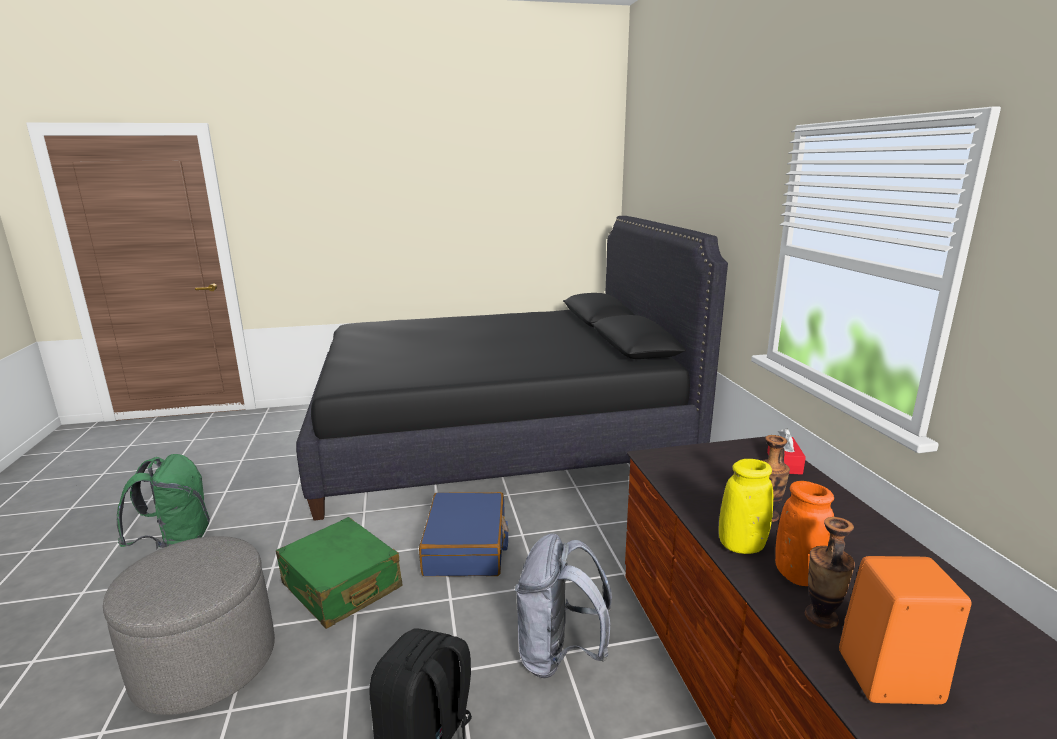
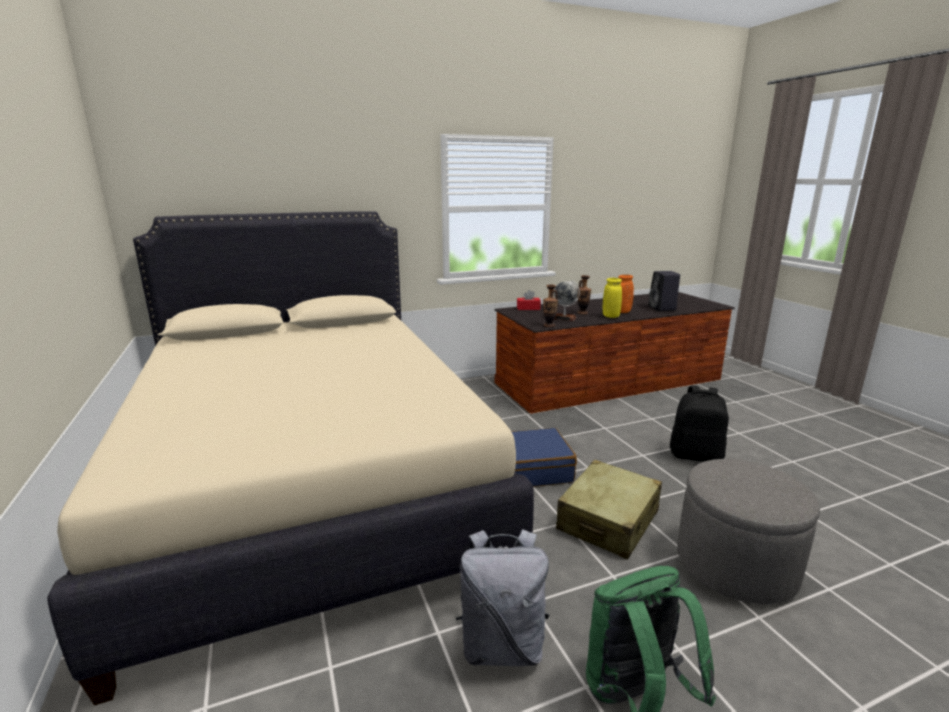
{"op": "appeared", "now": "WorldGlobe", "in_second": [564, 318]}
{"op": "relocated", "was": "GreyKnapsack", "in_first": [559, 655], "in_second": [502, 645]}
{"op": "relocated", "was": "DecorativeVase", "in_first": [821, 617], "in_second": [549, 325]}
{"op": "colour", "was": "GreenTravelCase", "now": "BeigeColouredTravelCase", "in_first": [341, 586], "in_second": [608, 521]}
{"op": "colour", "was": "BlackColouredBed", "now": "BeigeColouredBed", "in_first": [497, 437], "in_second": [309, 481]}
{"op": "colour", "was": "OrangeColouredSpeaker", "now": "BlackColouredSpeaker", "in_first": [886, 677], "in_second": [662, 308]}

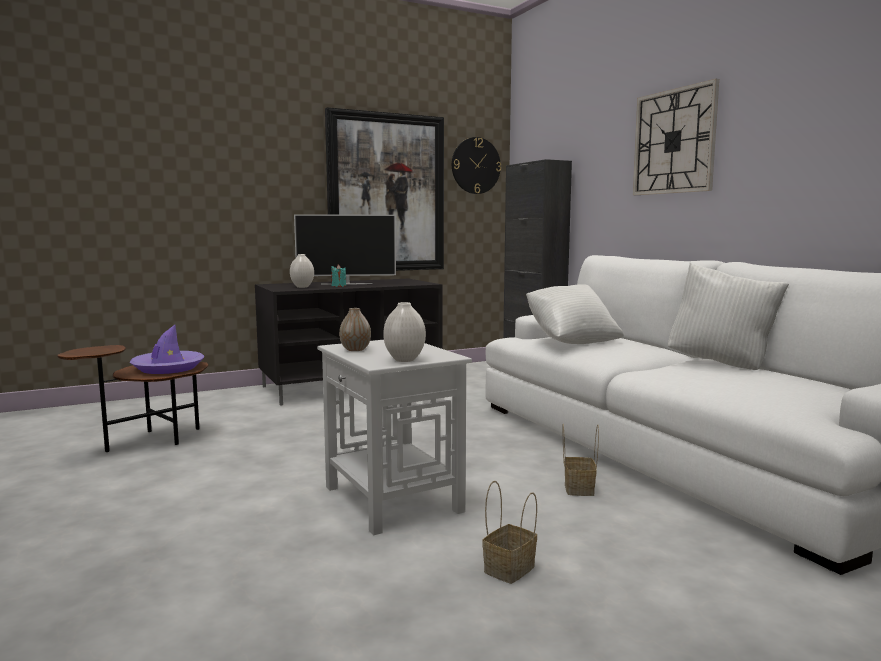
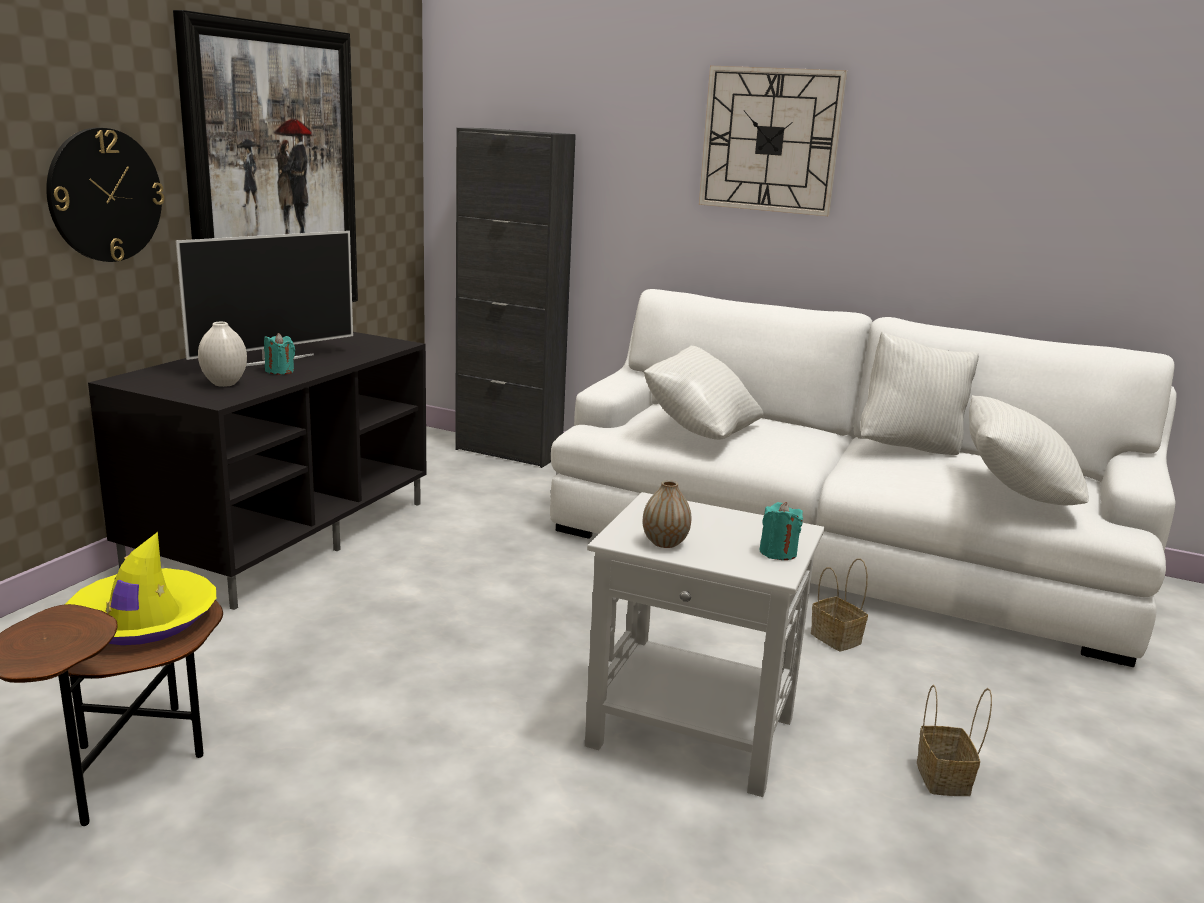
{"op": "appeared", "now": "WhiteColouredPillow", "in_second": [1015, 493]}
{"op": "relocated", "was": "ClockOnTheWall", "in_first": [475, 165], "in_second": [105, 195]}
{"op": "exchanged", "was": "WhiteColouredDecorativeVase", "now": "BlueGreenWaxCandle", "in_first": [404, 360], "in_second": [778, 553]}
{"op": "colour", "was": "PurplishWearableHat", "now": "YellowishWearableHat", "in_first": [168, 368], "in_second": [143, 619]}

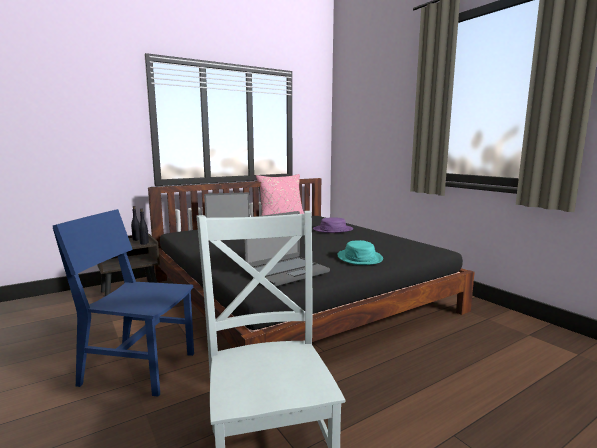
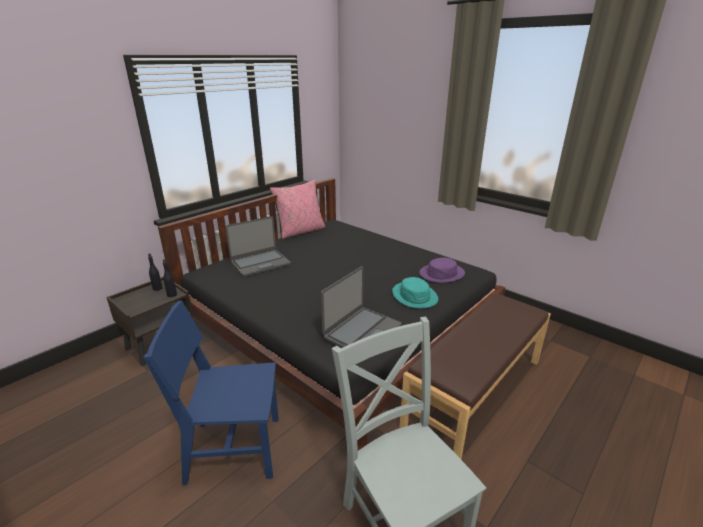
{"op": "appeared", "now": "BrownishIndoorBench", "in_second": [474, 392]}
{"op": "relocated", "was": "PurplishWearableHat", "in_first": [333, 229], "in_second": [441, 273]}

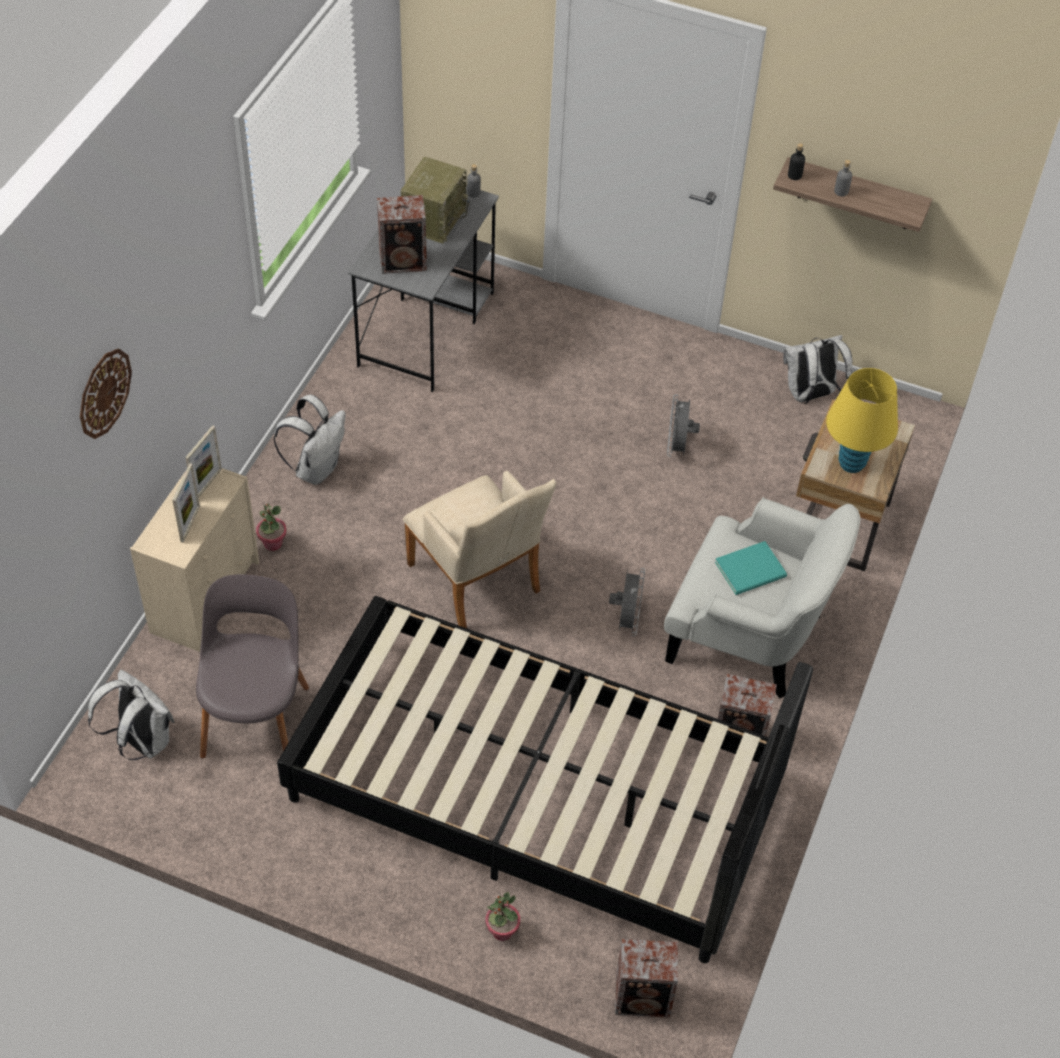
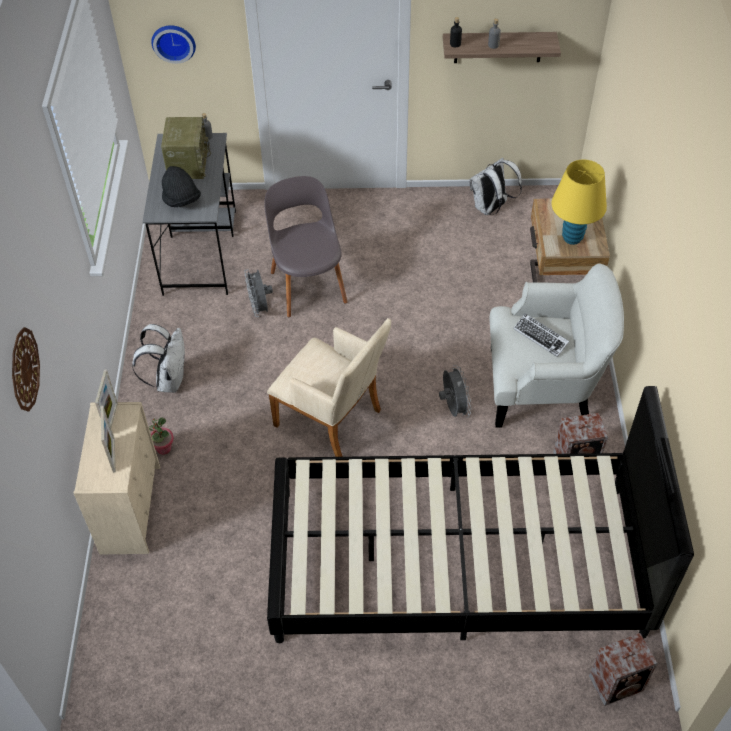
{"op": "missing", "was": "WhiteColouredKnapsack", "in_first": [141, 741]}
{"op": "missing", "was": "PlantInAPot", "in_first": [502, 931]}
{"op": "appeared", "now": "ClockOnTheWall", "in_second": [174, 42]}
{"op": "relocated", "was": "GreyChair", "in_first": [256, 716], "in_second": [308, 284]}
{"op": "relocated", "was": "GreyCoolingFan", "in_first": [677, 447], "in_second": [260, 308]}
{"op": "exchanged", "was": "Speaker", "now": "BlackColouredWearableHat", "in_first": [404, 261], "in_second": [181, 200]}
{"op": "exchanged", "was": "BlueGreenVolume", "now": "PcKeyboard", "in_first": [752, 570], "in_second": [540, 337]}

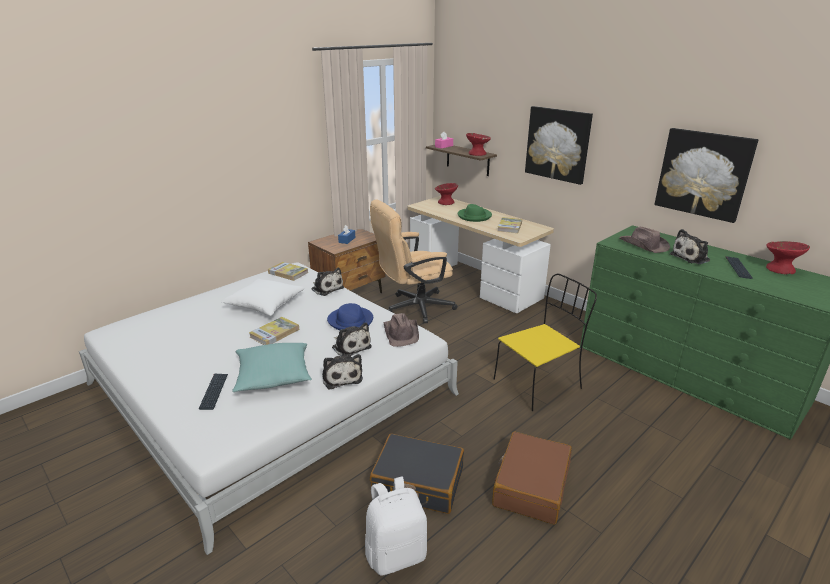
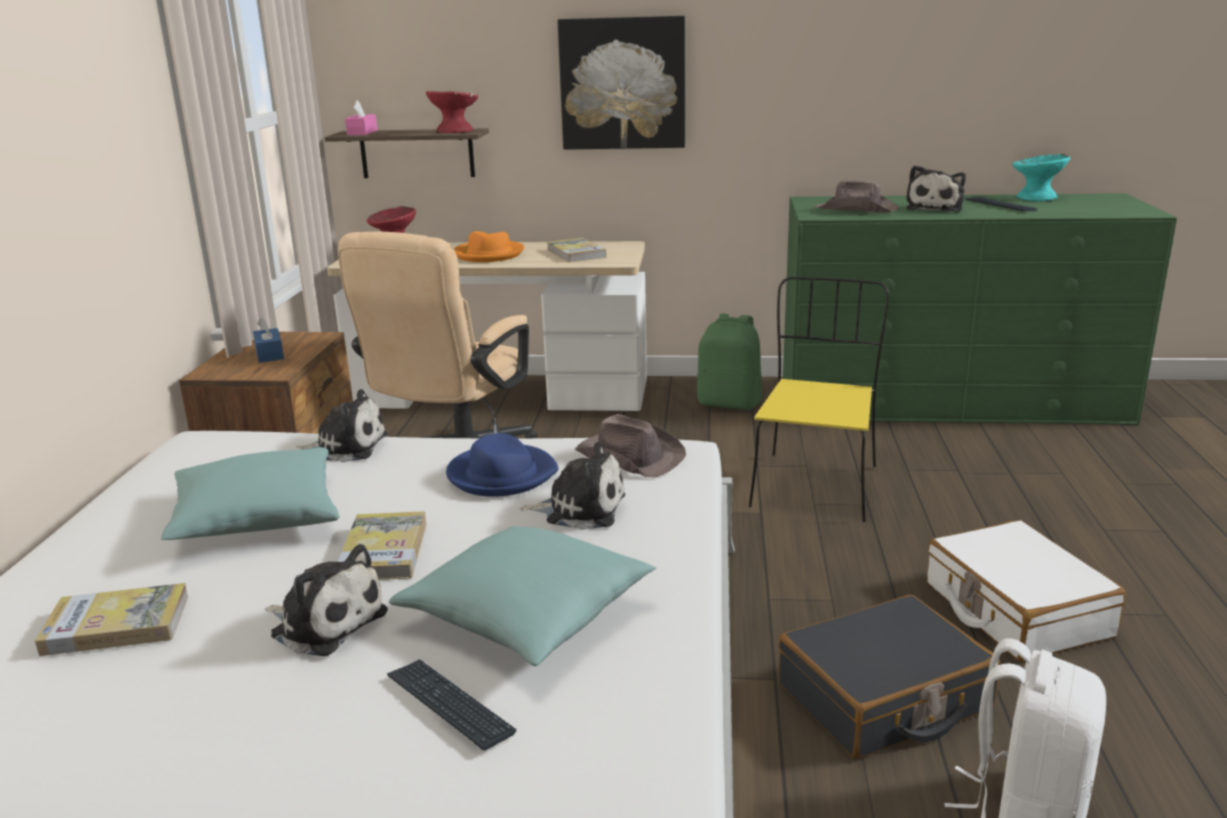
{"op": "missing", "was": "WallArt", "in_first": [703, 174]}
{"op": "appeared", "now": "GreenKnapsack", "in_second": [729, 403]}
{"op": "relocated", "was": "Volume", "in_first": [288, 273], "in_second": [116, 625]}
{"op": "relocated", "was": "SoftToy", "in_first": [341, 377], "in_second": [325, 623]}
{"op": "colour", "was": "WhiteColouredPillow", "now": "BlueGreenPillow", "in_first": [265, 305], "in_second": [257, 518]}
{"op": "colour", "was": "GreenWearableHat", "now": "OrangeColouredWearableHat", "in_first": [474, 216], "in_second": [488, 254]}
{"op": "colour", "was": "BrownishTravelCase", "now": "WhiteColouredTravelCase", "in_first": [531, 485], "in_second": [1015, 610]}
{"op": "colour", "was": "ReddishServingBowl", "now": "BlueGreenServingBowl", "in_first": [780, 269], "in_second": [1036, 198]}

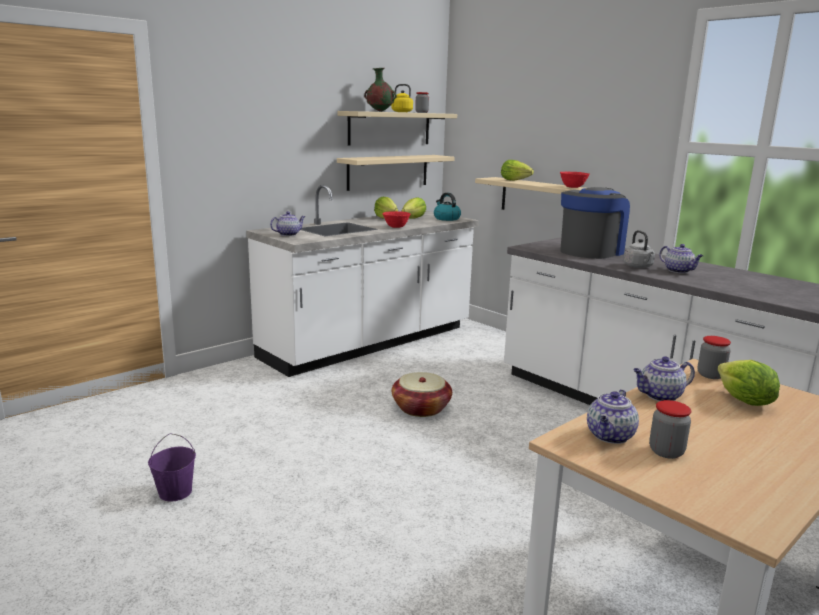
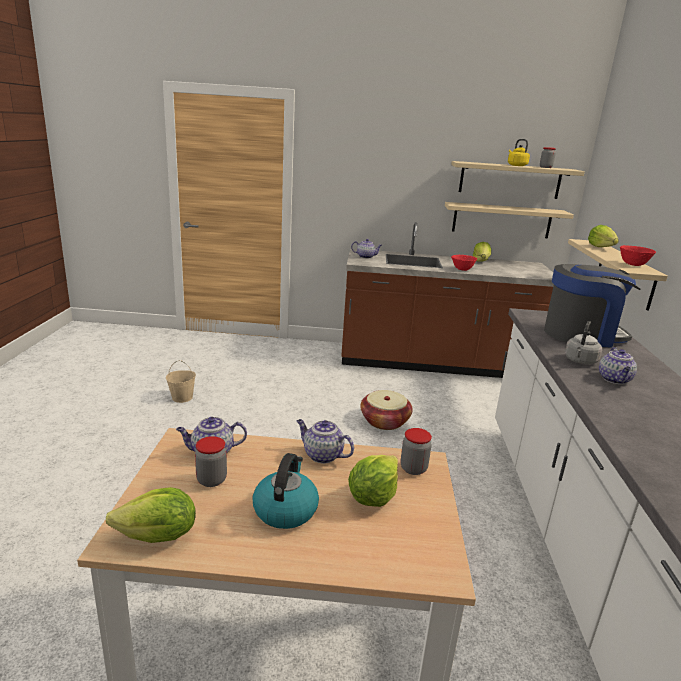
{"op": "missing", "was": "GreenDecorativeVase", "in_first": [379, 111]}
{"op": "relocated", "was": "Lettuce", "in_first": [414, 218], "in_second": [158, 537]}
{"op": "relocated", "was": "TeaKettle", "in_first": [446, 218], "in_second": [285, 509]}
{"op": "colour", "was": "PurplishPail", "now": "BeigeColouredPail", "in_first": [175, 492], "in_second": [182, 398]}
{"op": "colour", "was": "WhiteColouredKitchenCounter", "now": "BrownishKitchenCounter", "in_first": [369, 343], "in_second": [435, 364]}

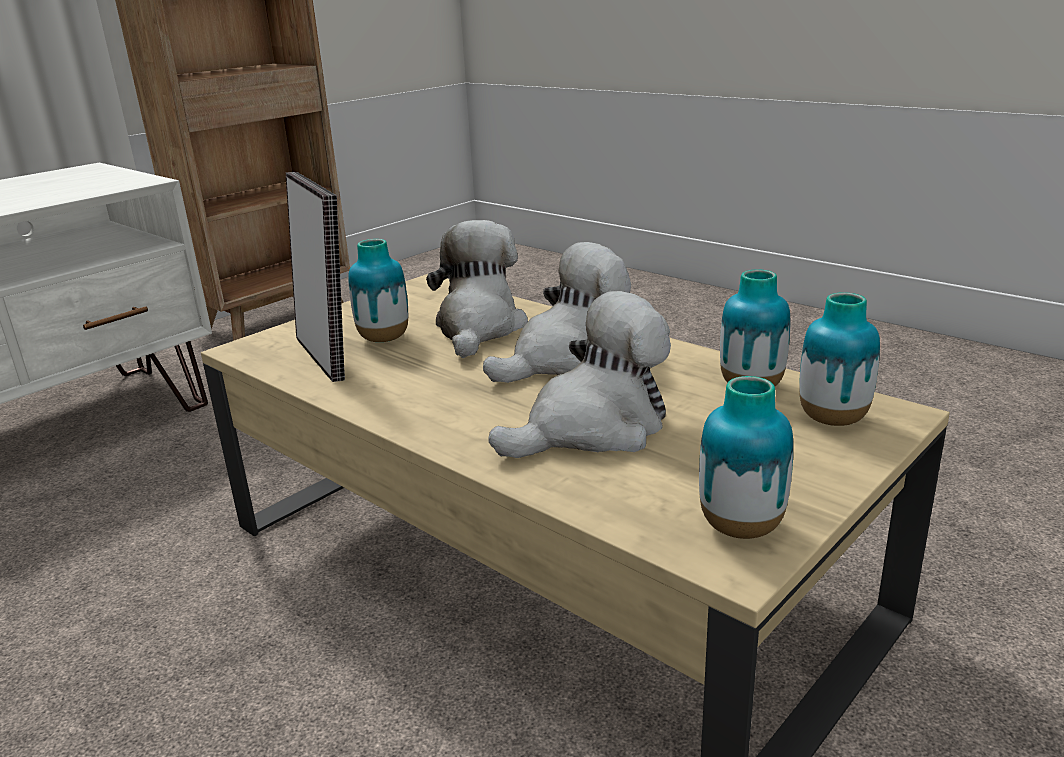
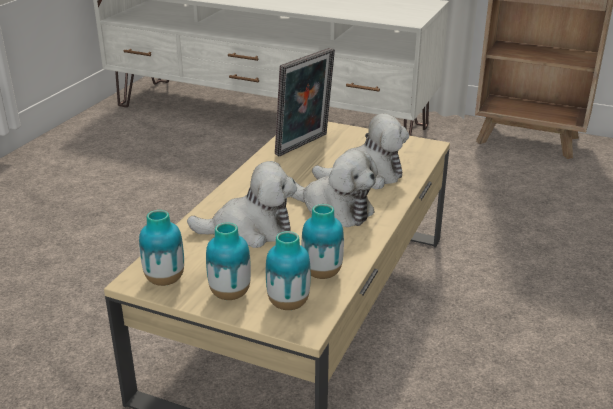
{"op": "relocated", "was": "DecorativeVase", "in_first": [384, 339], "in_second": [230, 294]}
{"op": "spun", "was": "SoftToy", "in_first": [593, 428], "in_second": [250, 230], "clockwise": -45}

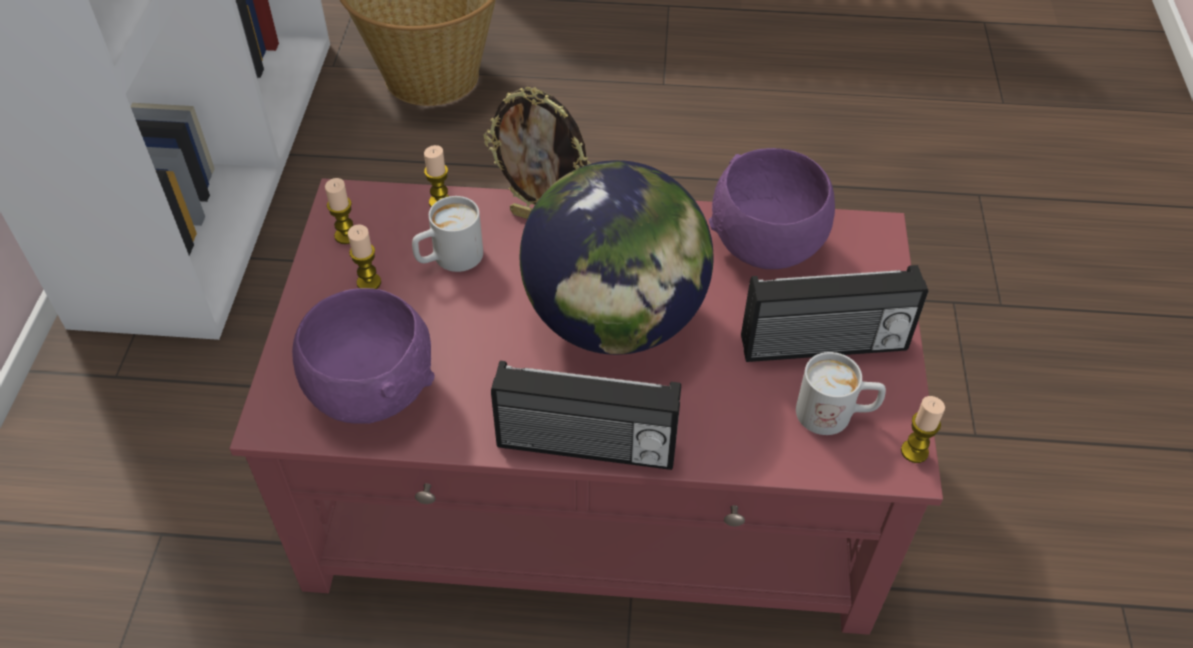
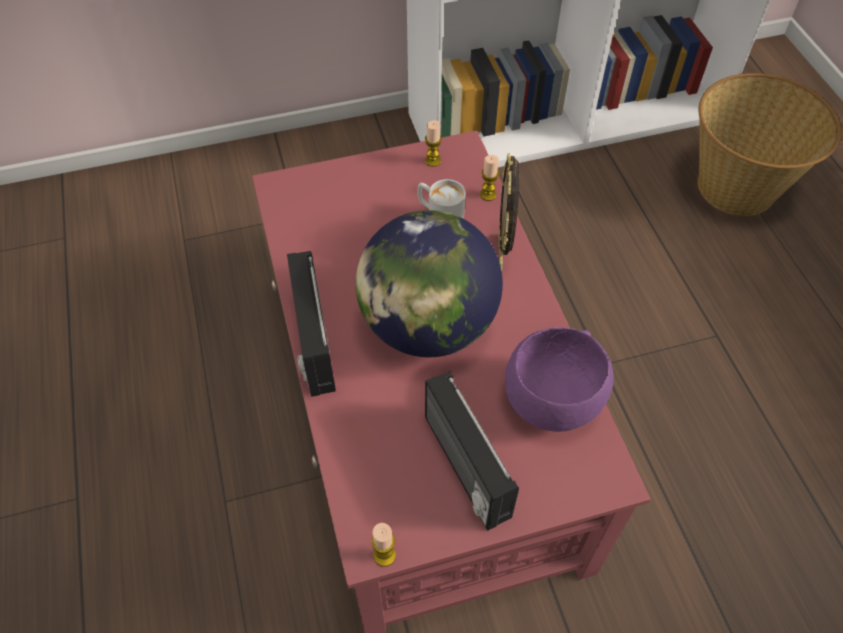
{"op": "missing", "was": "PurplishServingBowl", "in_first": [371, 389]}
{"op": "missing", "was": "WaxCandle", "in_first": [369, 282]}
{"op": "missing", "was": "WhiteColouredCoffeeMug", "in_first": [836, 414]}

